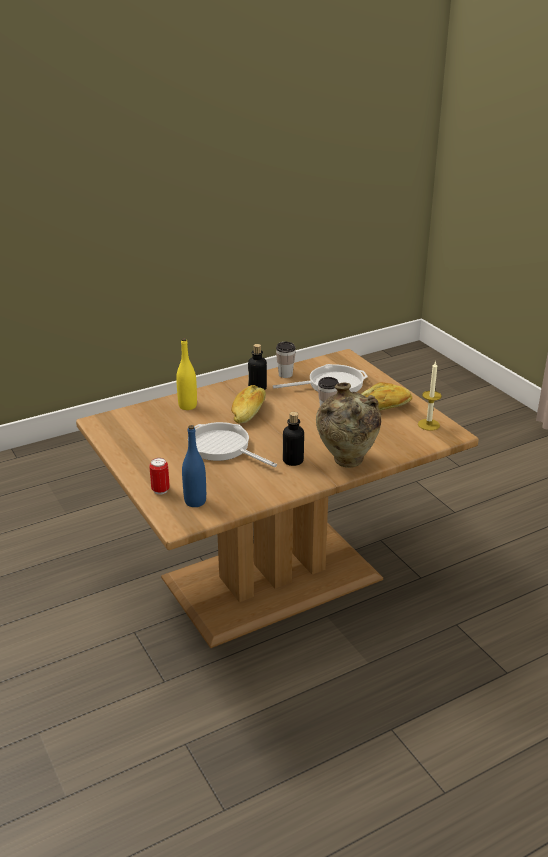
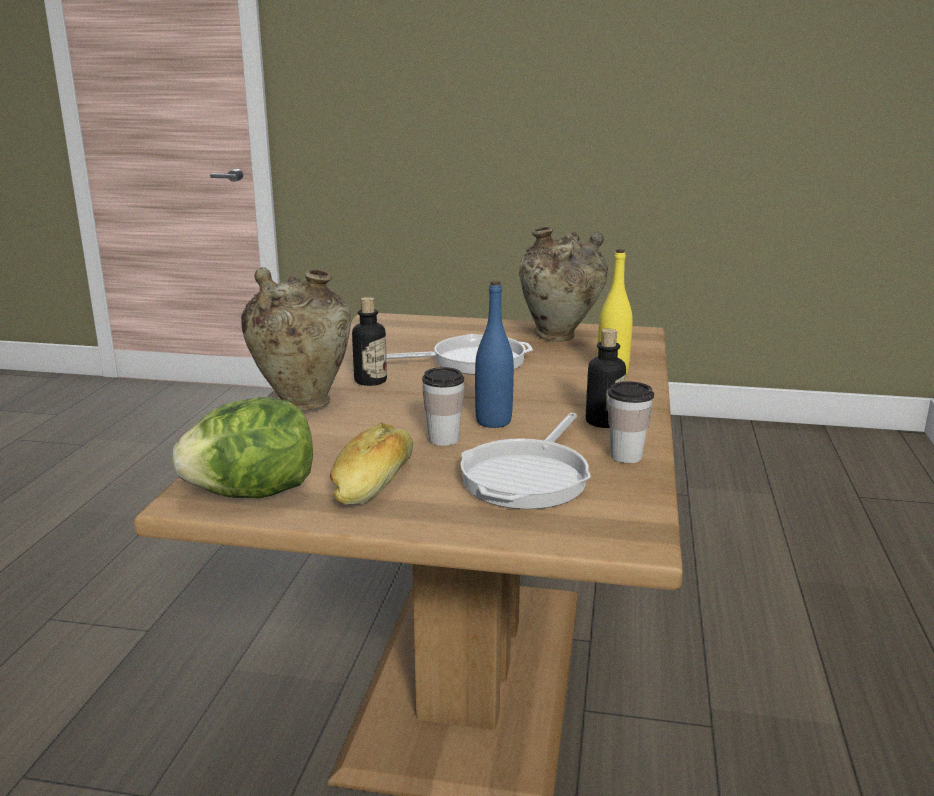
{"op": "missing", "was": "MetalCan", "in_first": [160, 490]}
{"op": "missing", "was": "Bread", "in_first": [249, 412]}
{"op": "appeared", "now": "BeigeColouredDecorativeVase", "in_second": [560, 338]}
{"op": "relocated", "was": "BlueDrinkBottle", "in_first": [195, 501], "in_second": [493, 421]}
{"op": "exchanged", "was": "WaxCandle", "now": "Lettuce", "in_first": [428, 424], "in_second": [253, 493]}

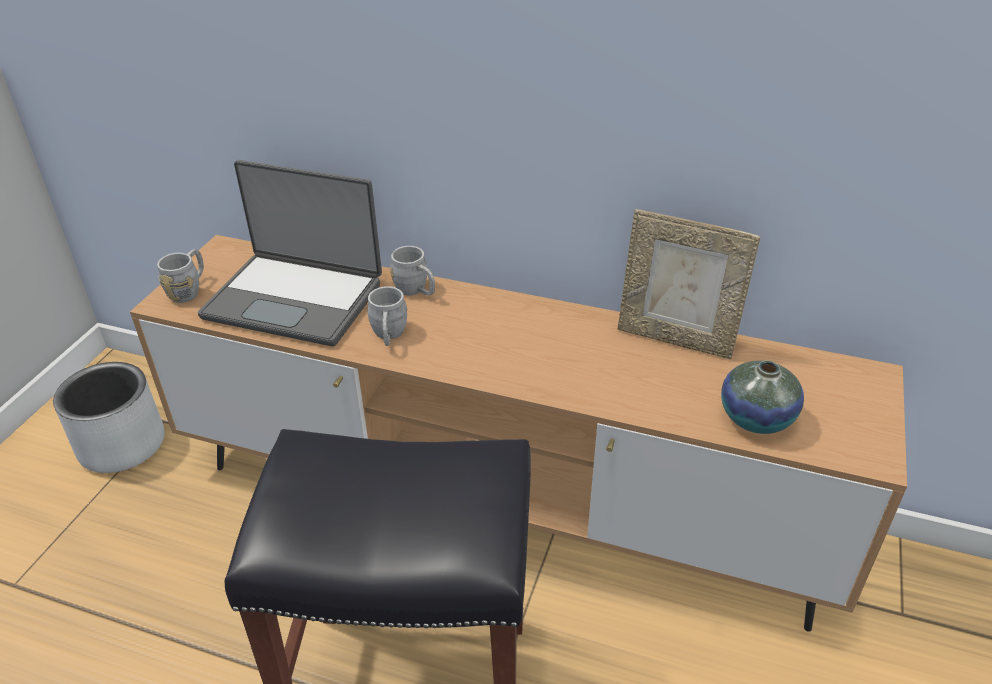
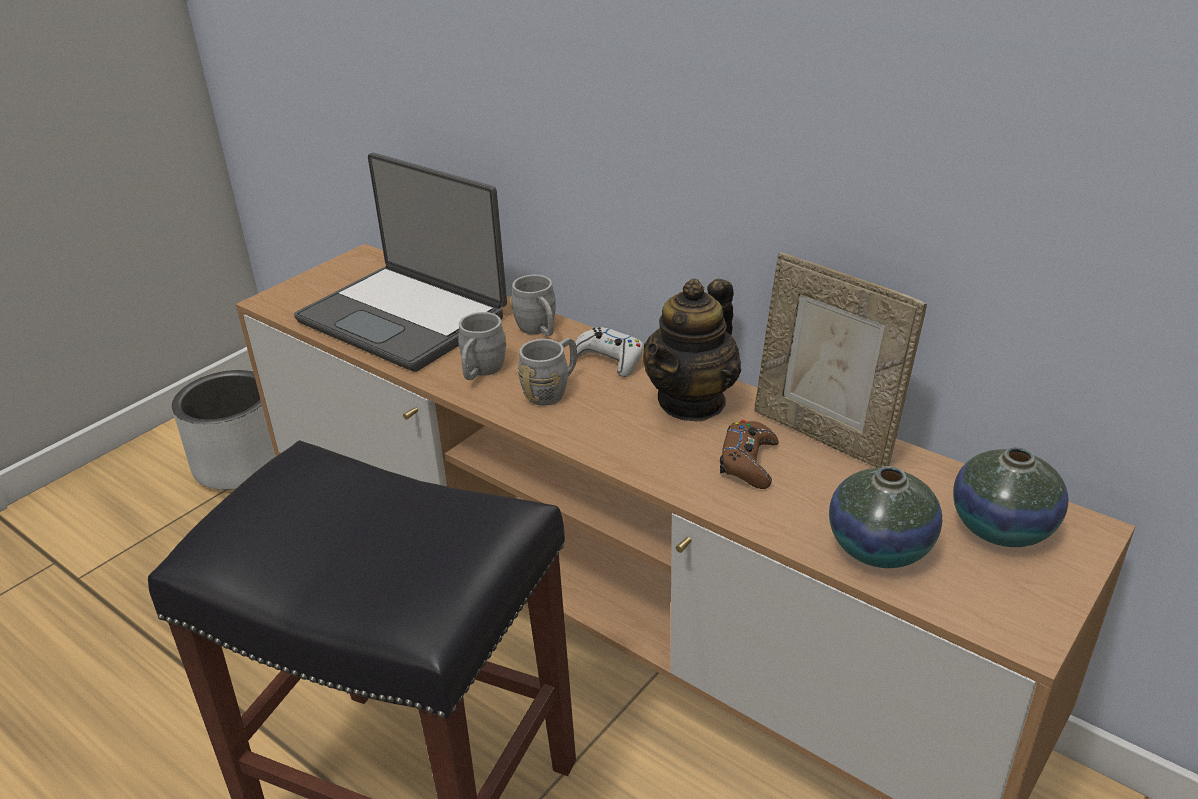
{"op": "appeared", "now": "WhiteColouredGameController", "in_second": [609, 359]}
{"op": "appeared", "now": "TeaPot", "in_second": [692, 401]}
{"op": "appeared", "now": "BrownishGameController", "in_second": [748, 462]}
{"op": "appeared", "now": "DecorativeVase", "in_second": [1001, 527]}
{"op": "relocated", "was": "GreyCoffeeMug", "in_first": [189, 290], "in_second": [552, 390]}

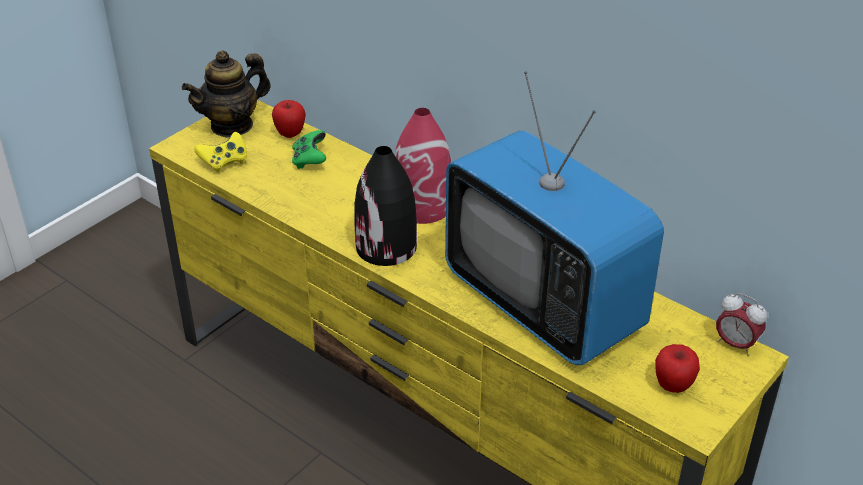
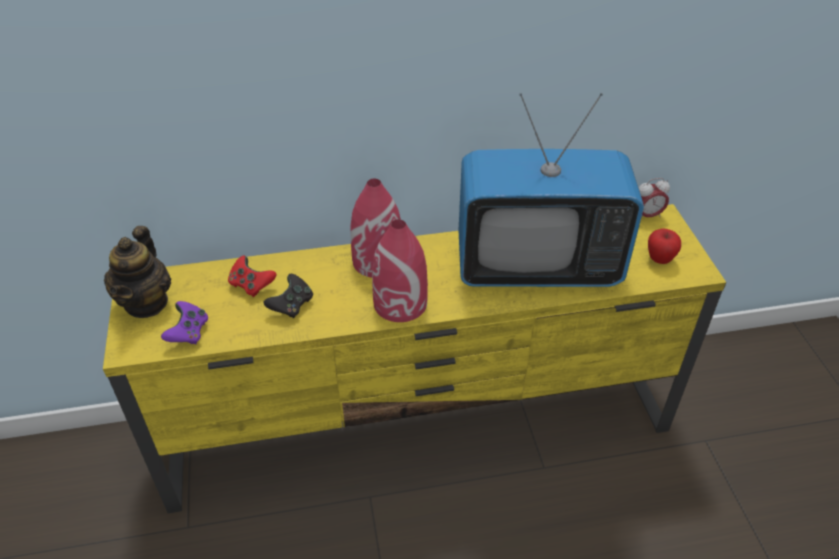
{"op": "missing", "was": "WholeApple", "in_first": [290, 134]}
{"op": "appeared", "now": "BlackColouredGameController", "in_second": [291, 305]}
{"op": "colour", "was": "YellowishGameController", "now": "PurplishGameController", "in_first": [224, 162], "in_second": [188, 333]}
{"op": "colour", "was": "GreenGameController", "now": "ReddishGameController", "in_first": [310, 160], "in_second": [251, 285]}
{"op": "colour", "was": "BlackColouredDecorativeVase", "now": "ReddishDecorativeVase", "in_first": [386, 247], "in_second": [400, 303]}

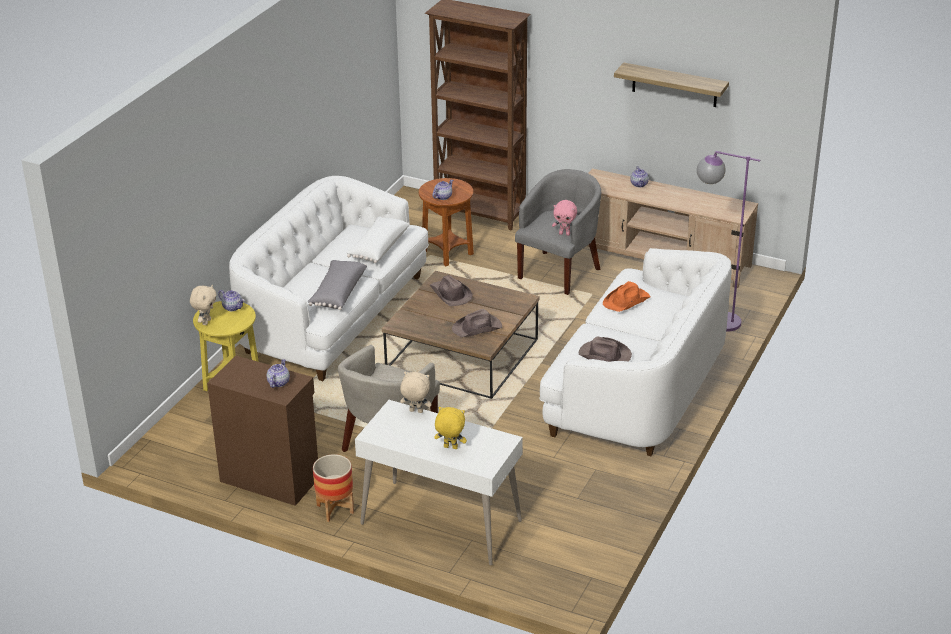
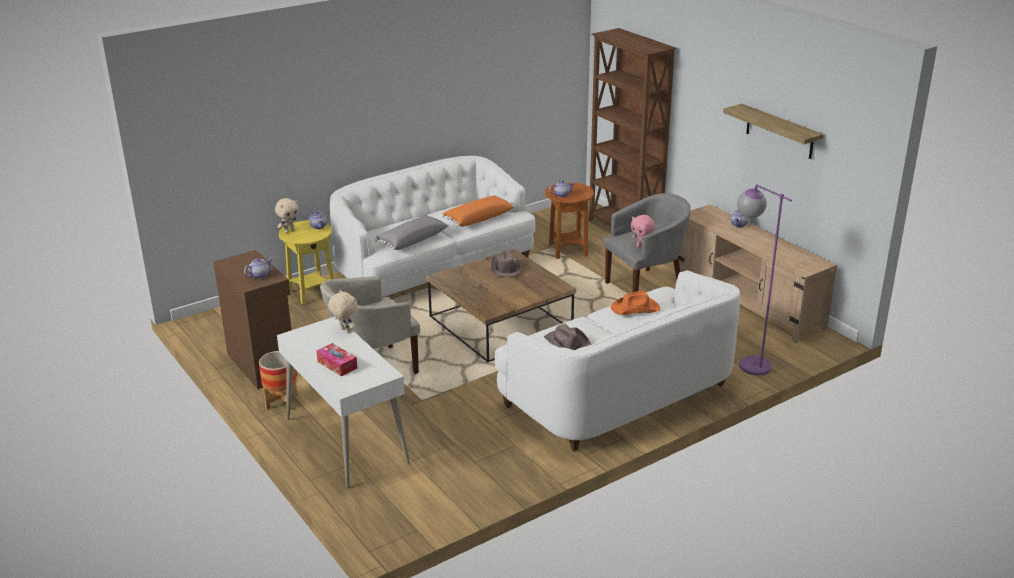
{"op": "missing", "was": "BrownishWearableHat", "in_first": [477, 328]}
{"op": "exchanged", "was": "YellowishSoftToy", "now": "TissueHolder", "in_first": [450, 448], "in_second": [337, 365]}
{"op": "colour", "was": "WhiteColouredPillow", "now": "OrangeColouredPillow", "in_first": [378, 248], "in_second": [478, 218]}

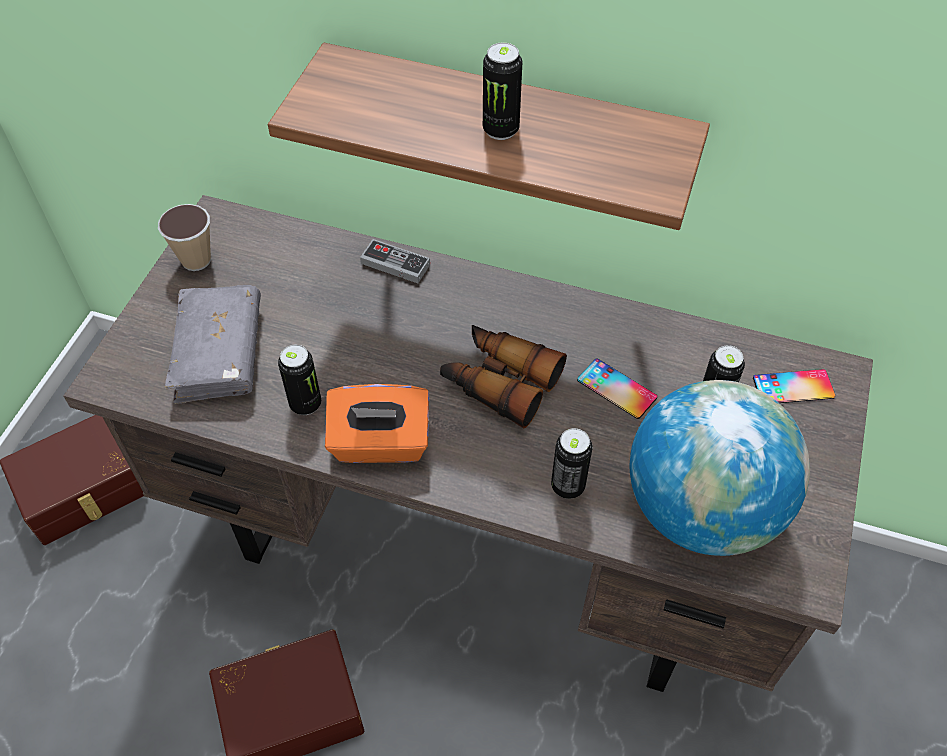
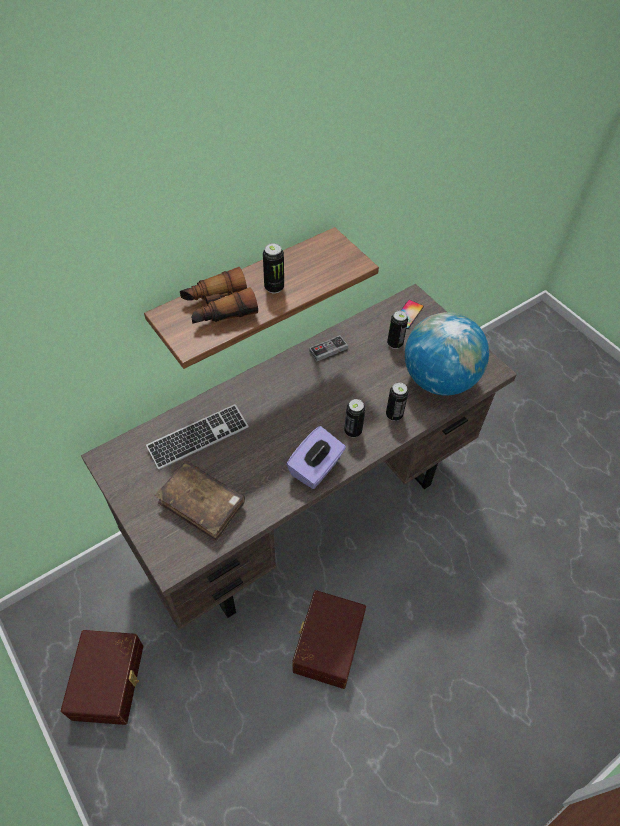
{"op": "missing", "was": "DrinkingCup", "in_first": [196, 260]}
{"op": "missing", "was": "Phone", "in_first": [616, 389]}
{"op": "appeared", "now": "PcKeyboard", "in_second": [198, 438]}
{"op": "relocated", "was": "MetalCan", "in_first": [305, 404], "in_second": [353, 431]}
{"op": "relocated", "was": "GameController", "in_first": [395, 264], "in_second": [328, 350]}
{"op": "relocated", "was": "Binoculars", "in_first": [499, 381], "in_second": [218, 307]}
{"op": "colour", "was": "GreyVolume", "now": "BrownishVolume", "in_first": [219, 353], "in_second": [202, 504]}
{"op": "colour", "was": "OrangeColouredTissueHolder", "now": "PurplishTissueHolder", "in_first": [380, 443], "in_second": [316, 468]}

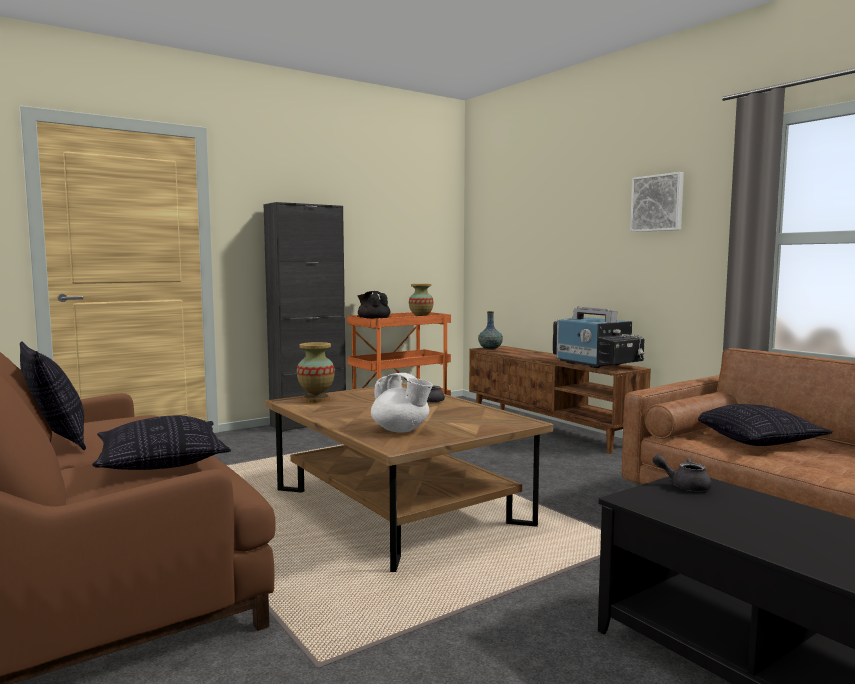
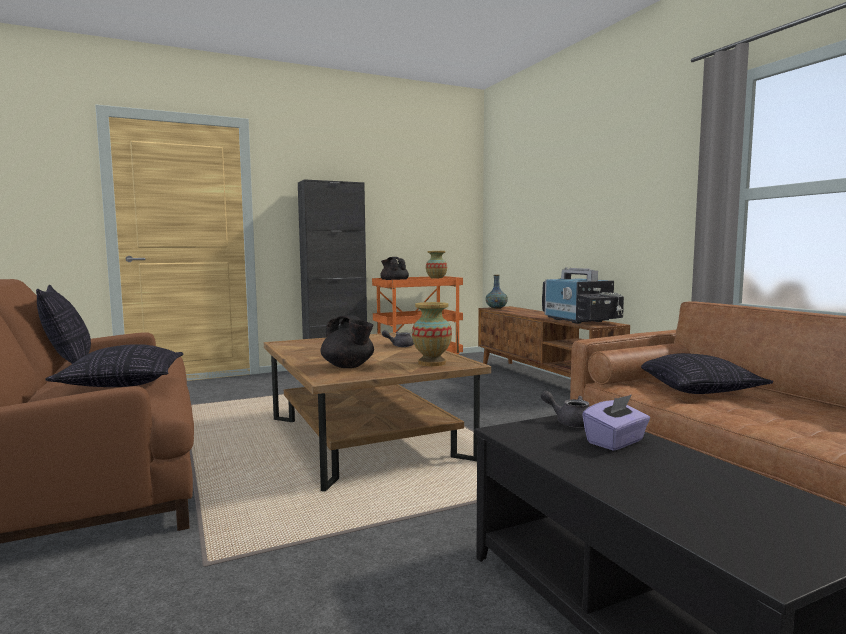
{"op": "missing", "was": "WallArt", "in_first": [658, 203]}
{"op": "appeared", "now": "PurplishTissueHolder", "in_second": [616, 442]}
{"op": "relocated", "was": "DecorativeVase", "in_first": [316, 400], "in_second": [431, 363]}
{"op": "colour", "was": "WhiteColouredTeaPot", "now": "BlackColouredTeaPot", "in_first": [401, 430], "in_second": [348, 366]}

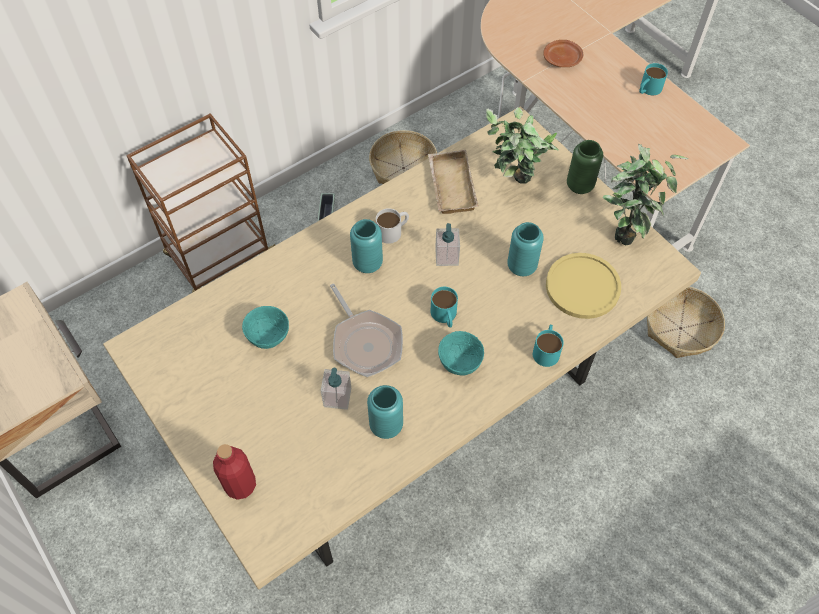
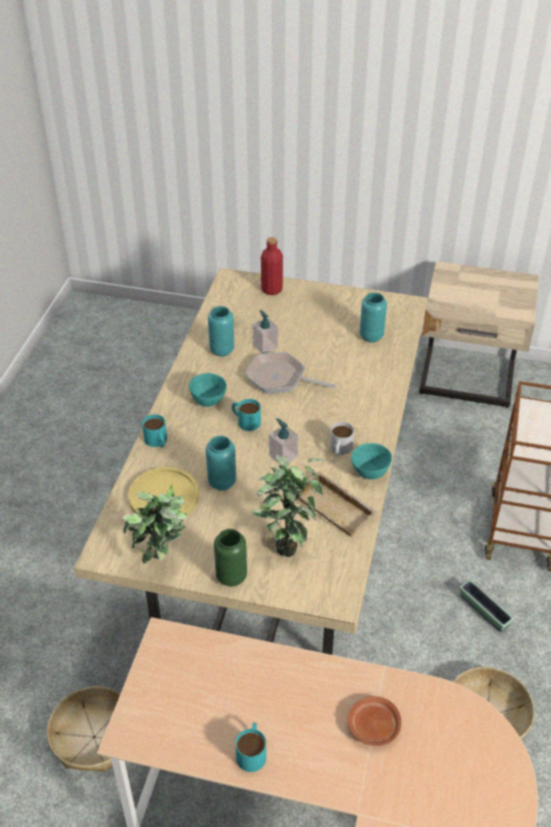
{"op": "relocated", "was": "BlueGreenServingBowl", "in_first": [269, 337], "in_second": [370, 474]}
{"op": "relocated", "was": "BlueGreenDecorativeVase", "in_first": [367, 264], "in_second": [371, 336]}

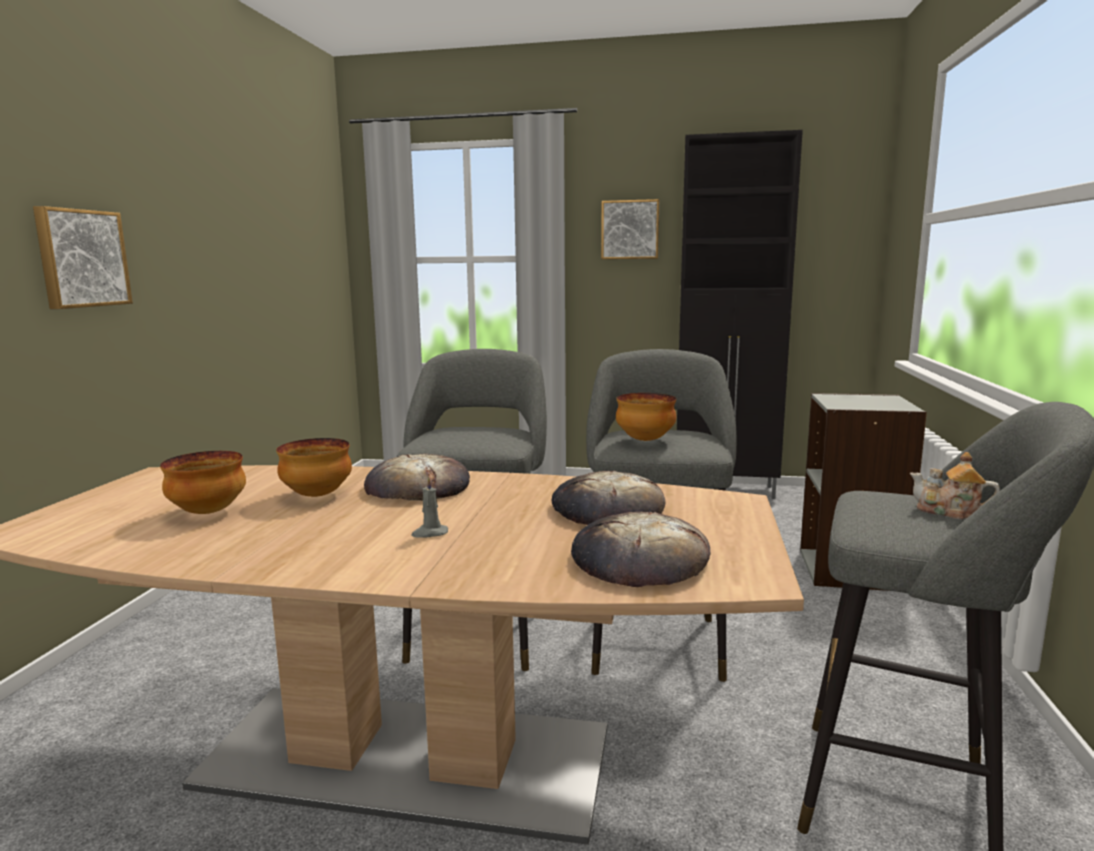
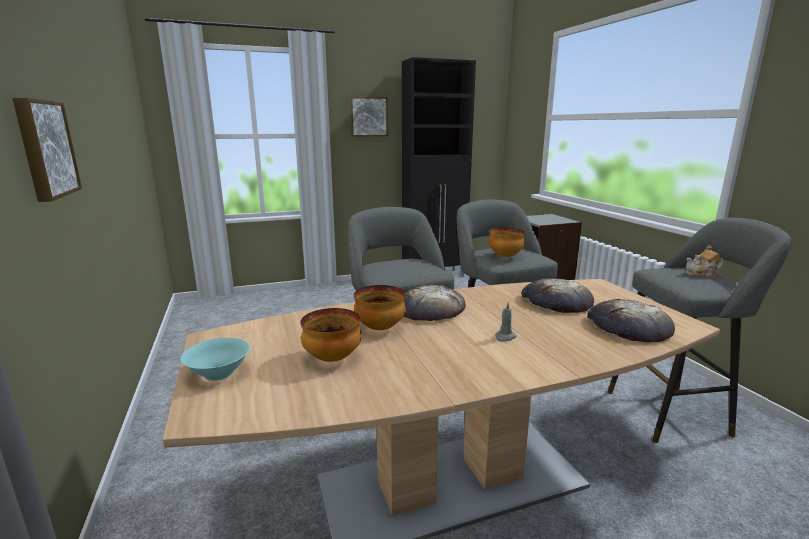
{"op": "appeared", "now": "BlueGreenServingBowl", "in_second": [218, 373]}

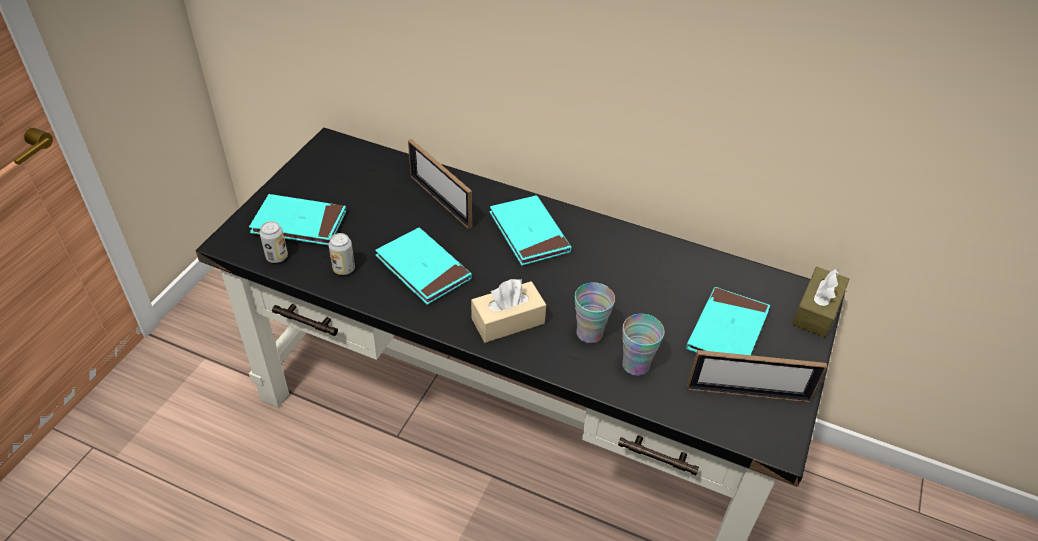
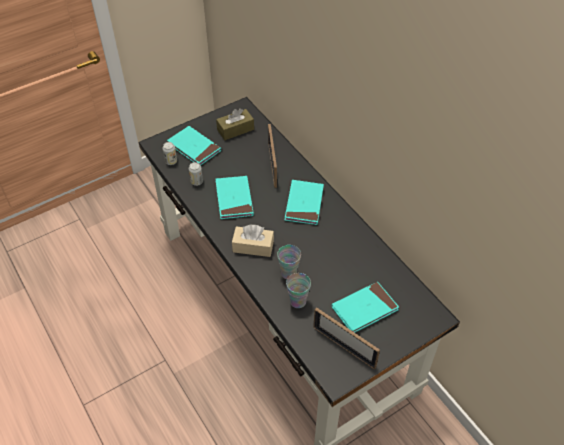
{"op": "relocated", "was": "BrownishTissueHolder", "in_first": [816, 311], "in_second": [235, 129]}

